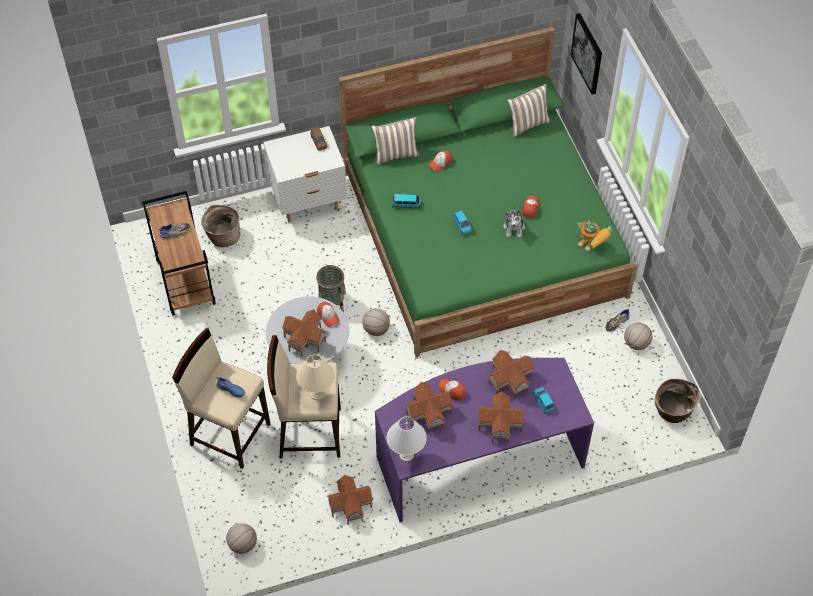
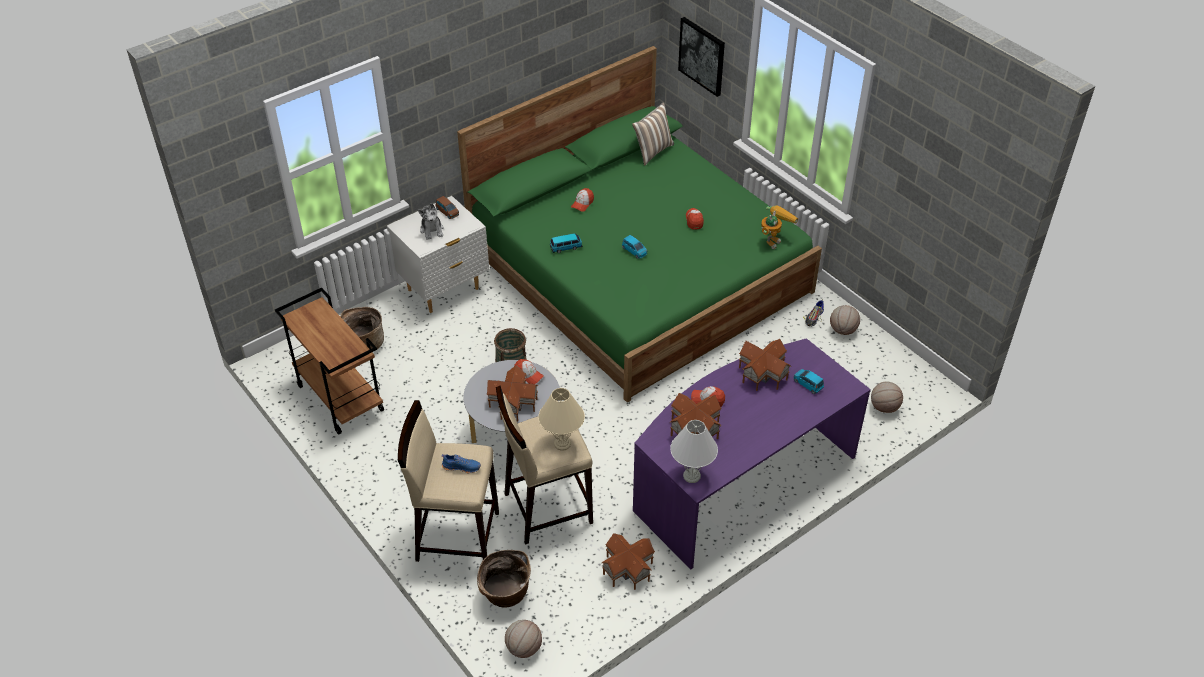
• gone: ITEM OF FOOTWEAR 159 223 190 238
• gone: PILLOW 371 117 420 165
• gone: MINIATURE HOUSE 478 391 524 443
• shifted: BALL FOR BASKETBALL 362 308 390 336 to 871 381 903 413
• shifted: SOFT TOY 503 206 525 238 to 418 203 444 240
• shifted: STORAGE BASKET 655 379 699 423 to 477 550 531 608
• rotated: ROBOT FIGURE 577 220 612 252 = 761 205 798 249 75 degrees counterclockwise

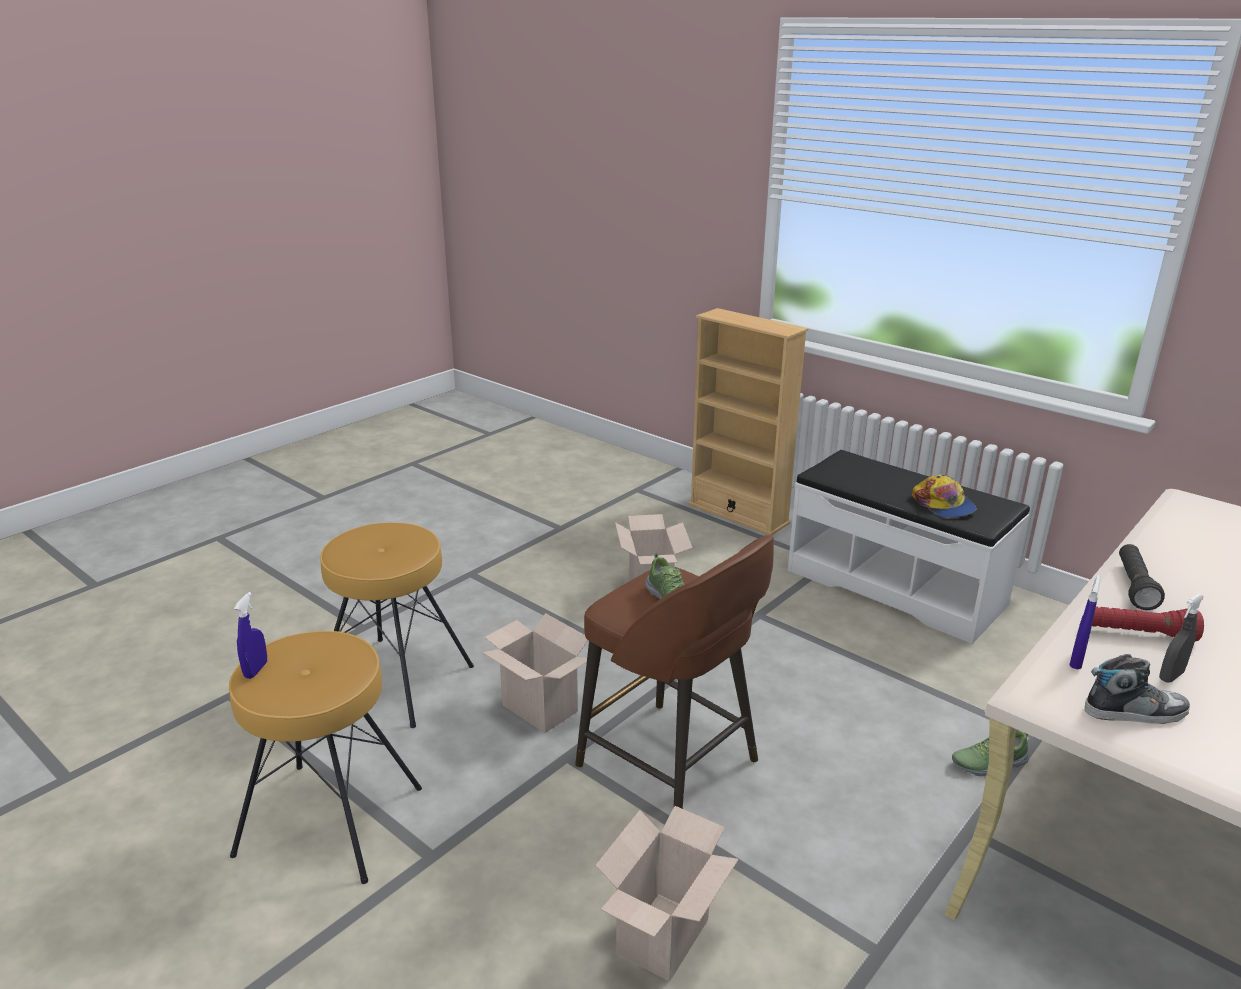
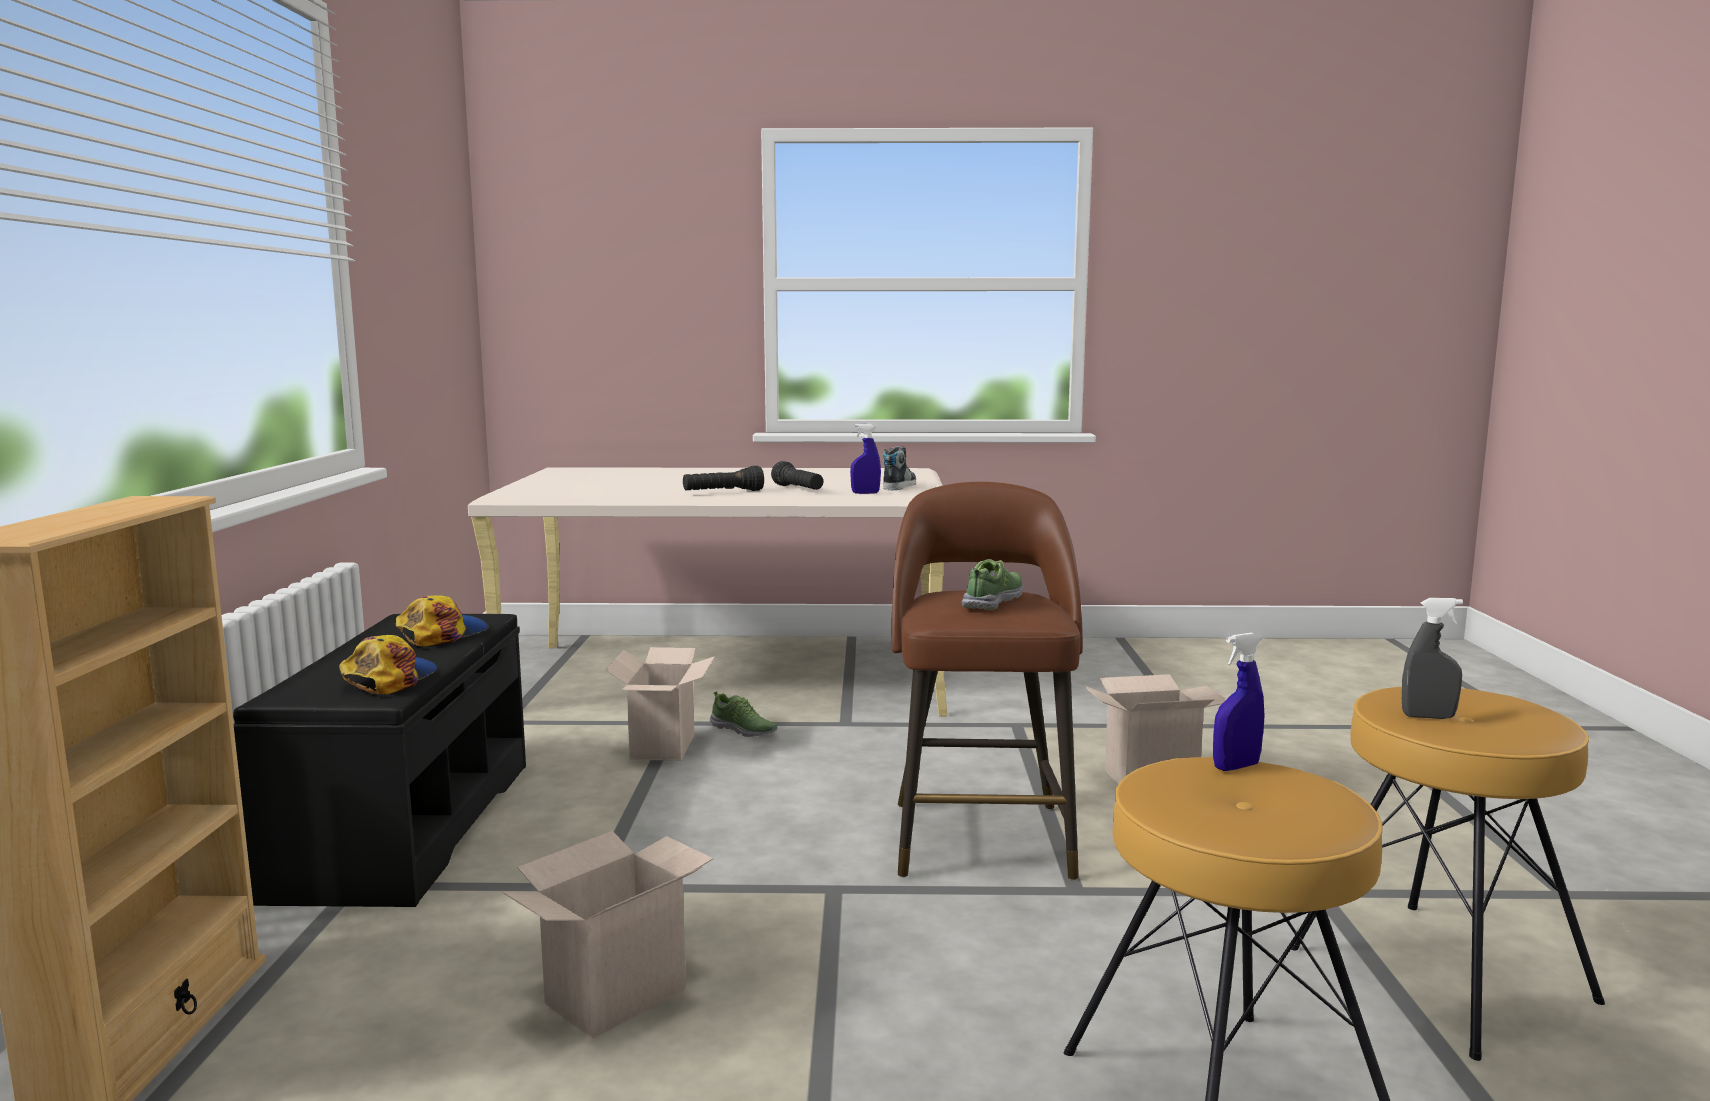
• new: BASEBALL CAP 339 635 438 694
• shifted: BLUE-COLOURED SPRAYER 234 592 267 679 to 1213 633 1264 771
• shifted: PACKING BOX 482 613 588 733 to 605 647 715 761
• shifted: GREYISH SPRAYER 1159 594 1204 683 to 1402 598 1463 719
• repainted: WHITISH BENCH 788 450 1030 644 to BLACK BENCH 233 614 526 907
• repainted: RED FLASHLIGHT 1092 606 1204 641 to BLACK FLASHLIGHT 771 461 823 490
• rotated: ITEM OF FOOTWEAR 1084 654 1190 724 = 883 446 916 490 60 degrees clockwise

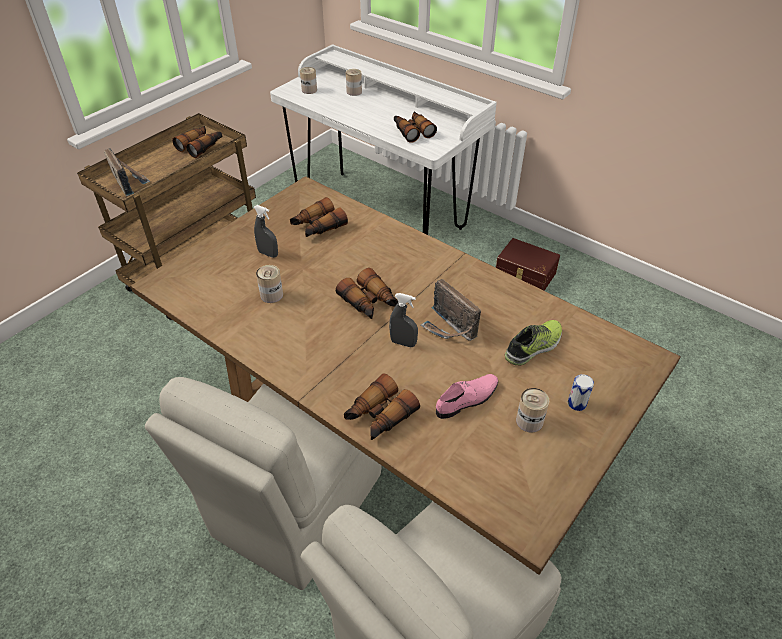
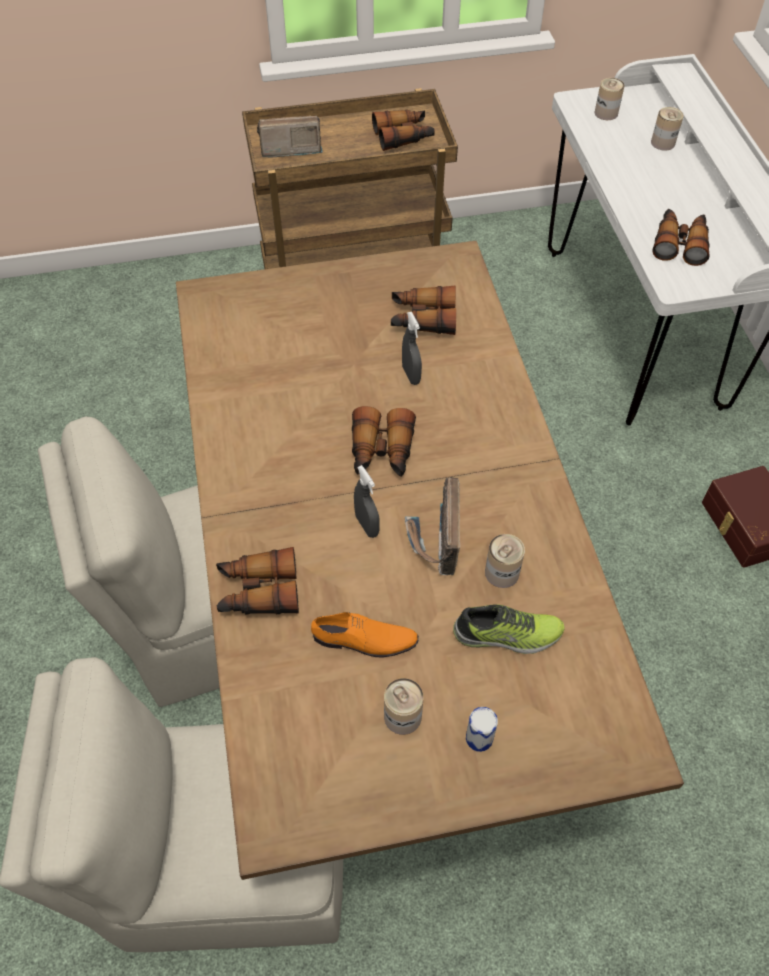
• shifted: GREYISH SPRAYER 253 205 278 258 to 402 312 422 385
• shifted: METAL CAN 256 265 283 303 to 485 534 525 588
• repainted: PINK ITEM OF FOOTWEAR 436 374 498 419 to ORANGE-COLOURED ITEM OF FOOTWEAR 311 612 419 657
• rotated: RADIO RECEIVER 104 148 150 196 = 257 116 323 157 105 degrees counterclockwise

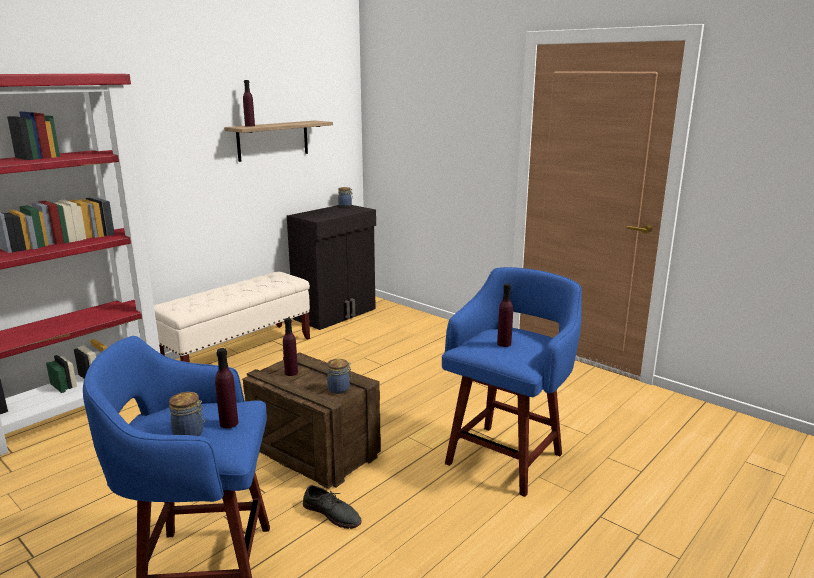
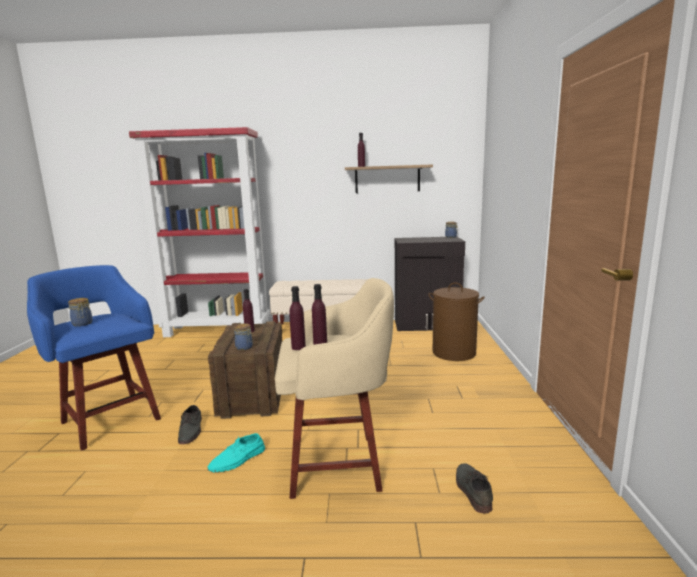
• new: TURQUOISE ITEM OF FOOTWEAR 208 433 265 473
• new: BROWN-COLOURED WASHING BASKET 429 282 485 361
• new: GREYISH ITEM OF FOOTWEAR 456 463 493 514
• shifted: PURPLE-COLOURED BOTTLE 215 348 238 428 to 289 286 306 350
• repainted: BLUE-COLOURED SITTING STOOL 442 267 582 497 to BEIGE SITTING STOOL 275 278 394 499

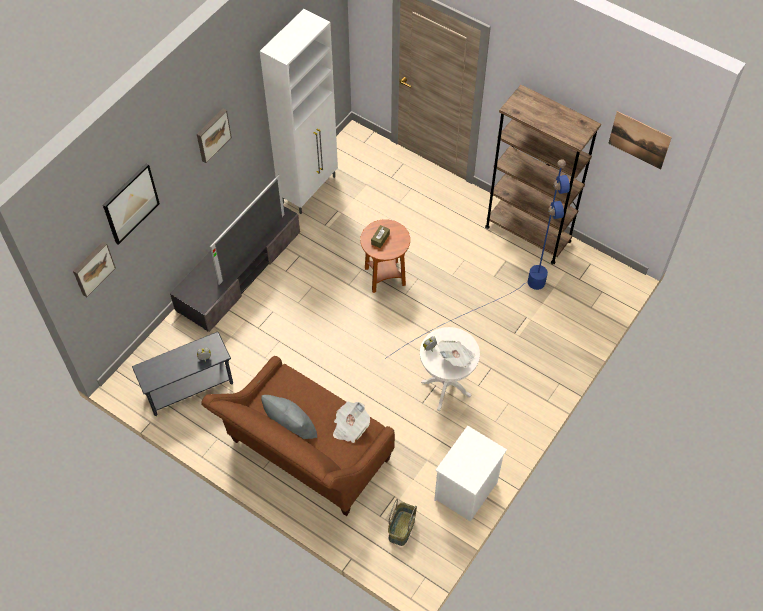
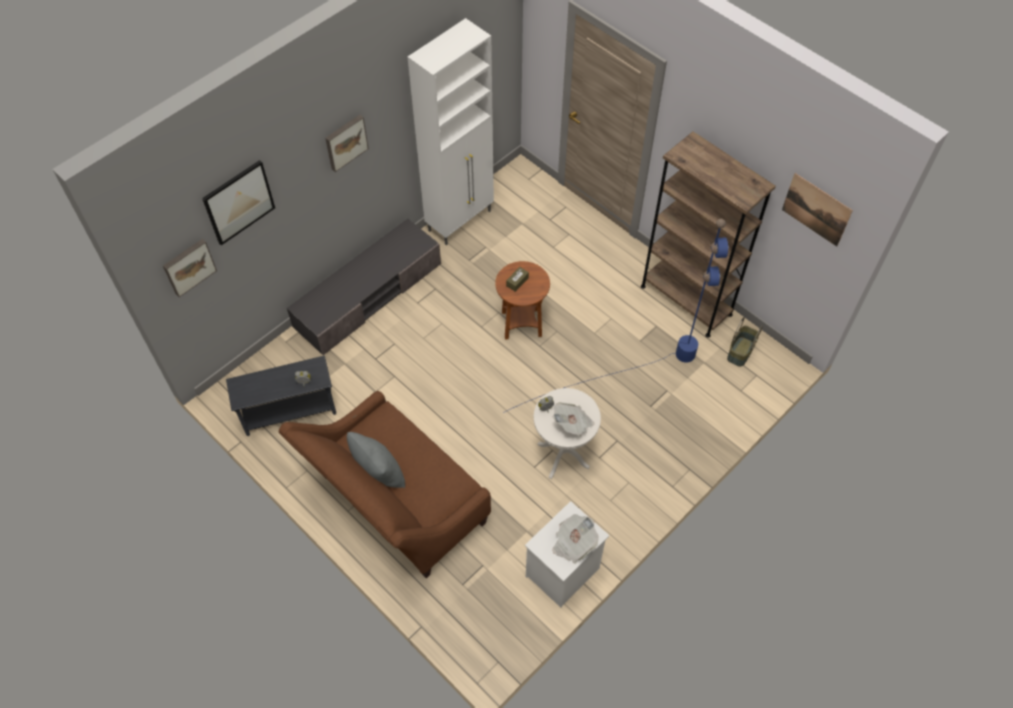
• gone: TV SET 210 175 284 285
• shifted: PRINTED PAPER 333 402 370 443 to 552 514 599 564
• shifted: STORAGE BASKET 388 499 417 546 to 727 317 763 367

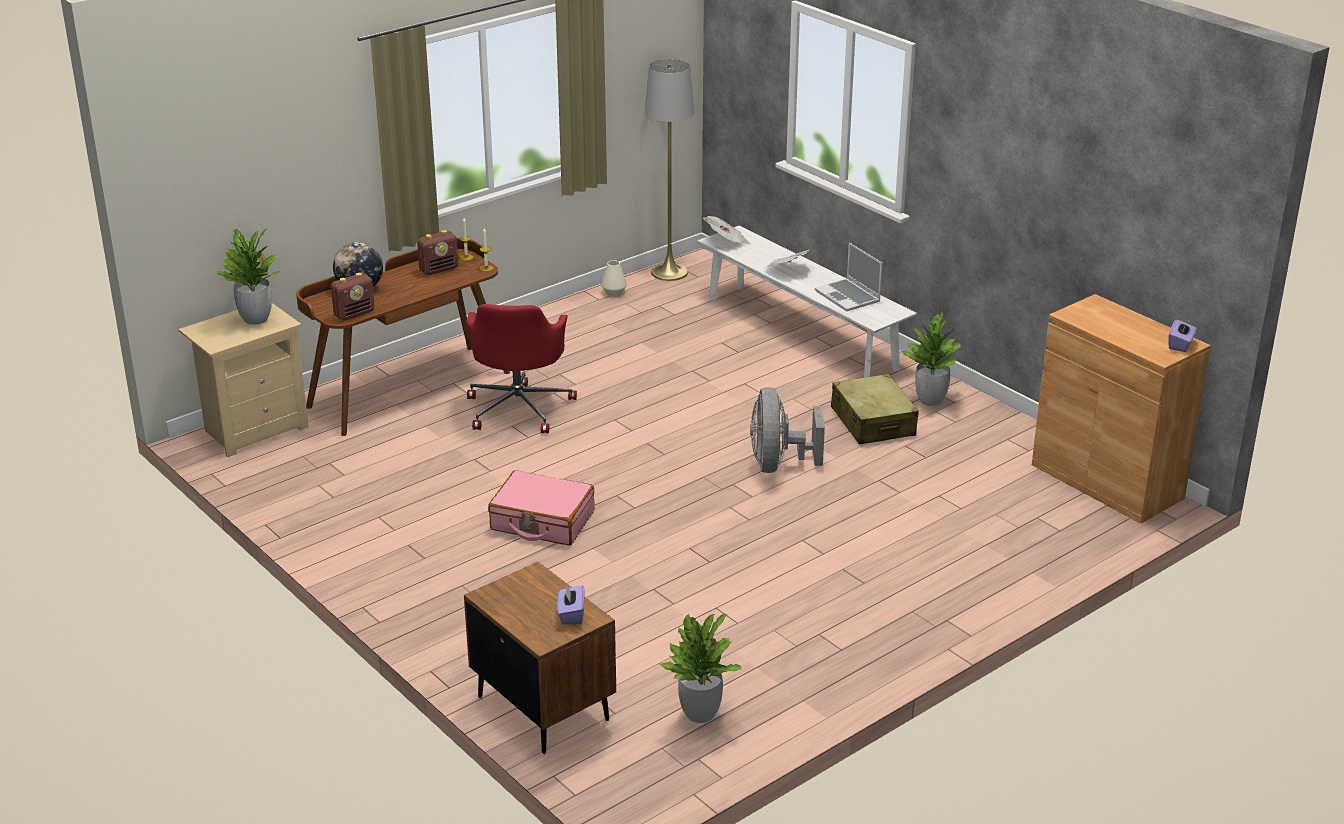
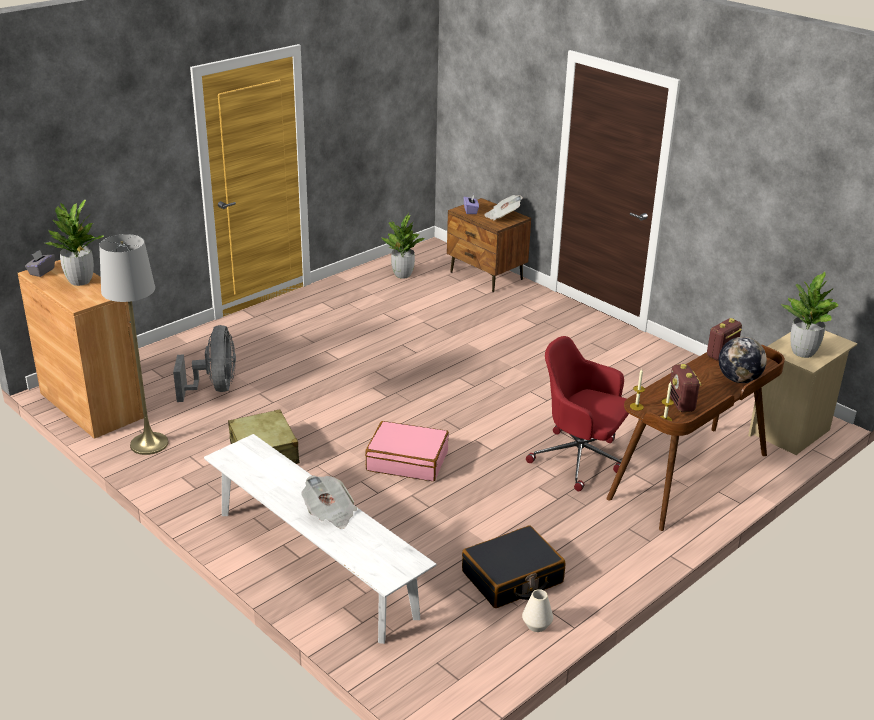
• gone: LAPTOP 815 242 882 311
• new: BLACK PIECE OF LUGGAGE 462 526 565 608
• shifted: PINK PIECE OF LUGGAGE 488 470 595 545 to 365 421 449 481
• shifted: GREYISH STANDARD LAMP 645 59 694 281 to 99 234 169 455
• shifted: PRINTED PAPER 703 216 750 244 to 484 195 523 220
• shifted: GREYISH COOLING FAN 750 387 825 473 to 173 325 236 402
• shifted: PLANT IN A POT 901 311 961 406 to 45 200 104 286
• repainted: PURPLE-COLOURED TISSUE BOX 1168 319 1196 352 to GREYISH TISSUE BOX 25 250 55 277
• rotated: RADIO RECEIVER 417 230 459 275 = 670 364 702 412 60 degrees counterclockwise
• rotated: RED COMPUTER CHAIR 467 304 577 433 = 526 336 629 491 60 degrees counterclockwise

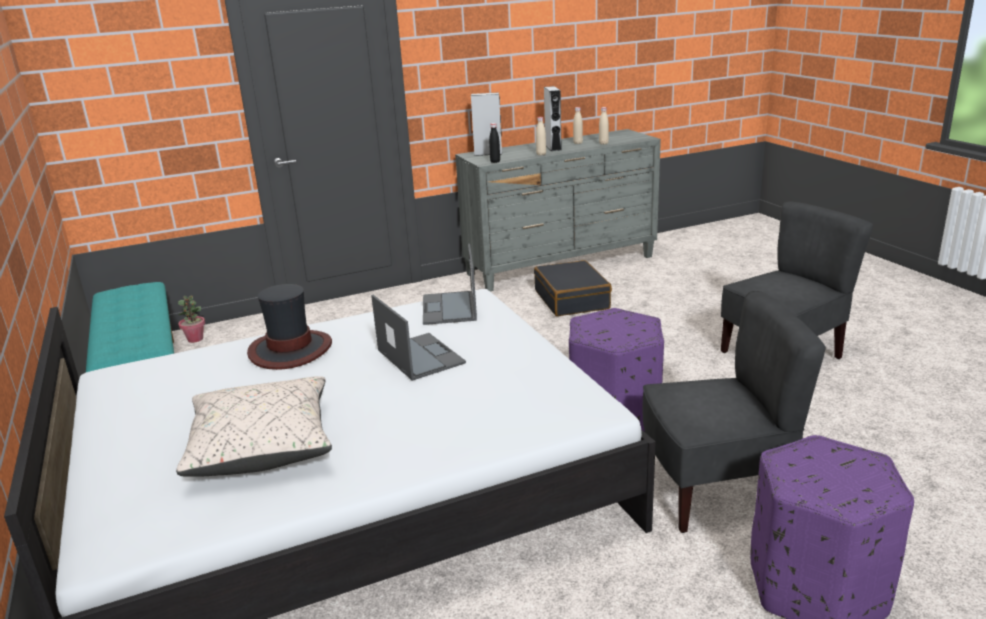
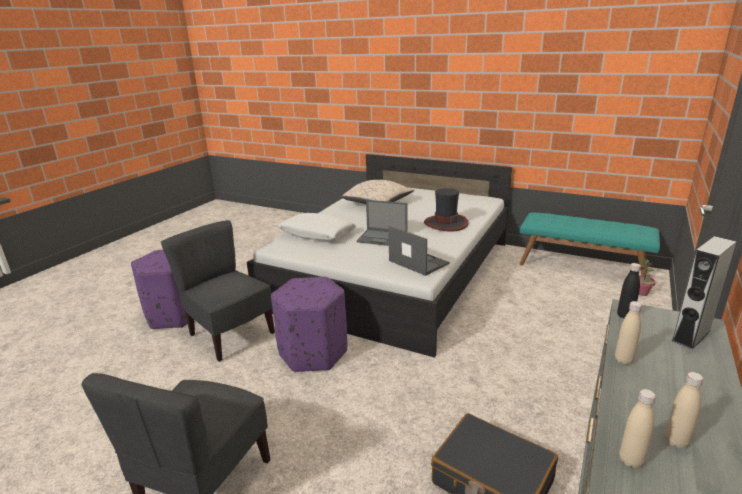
• gone: GREYISH AUDIO SPEAKER 544 86 562 151
• new: WHITISH PILLOW 278 213 356 241
• rotated: GREYISH CHAIR 642 291 826 533 = 161 220 275 362 90 degrees clockwise

